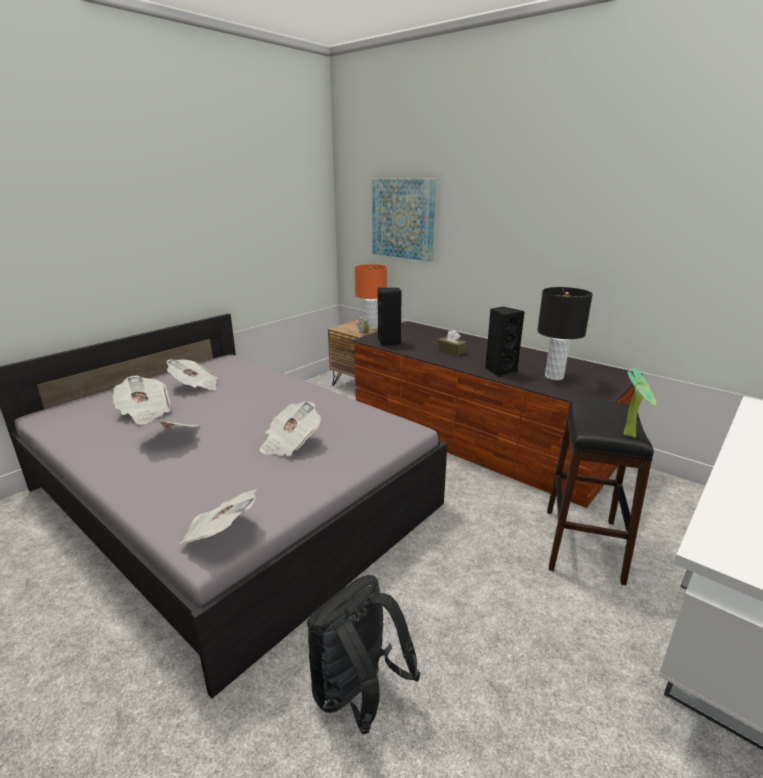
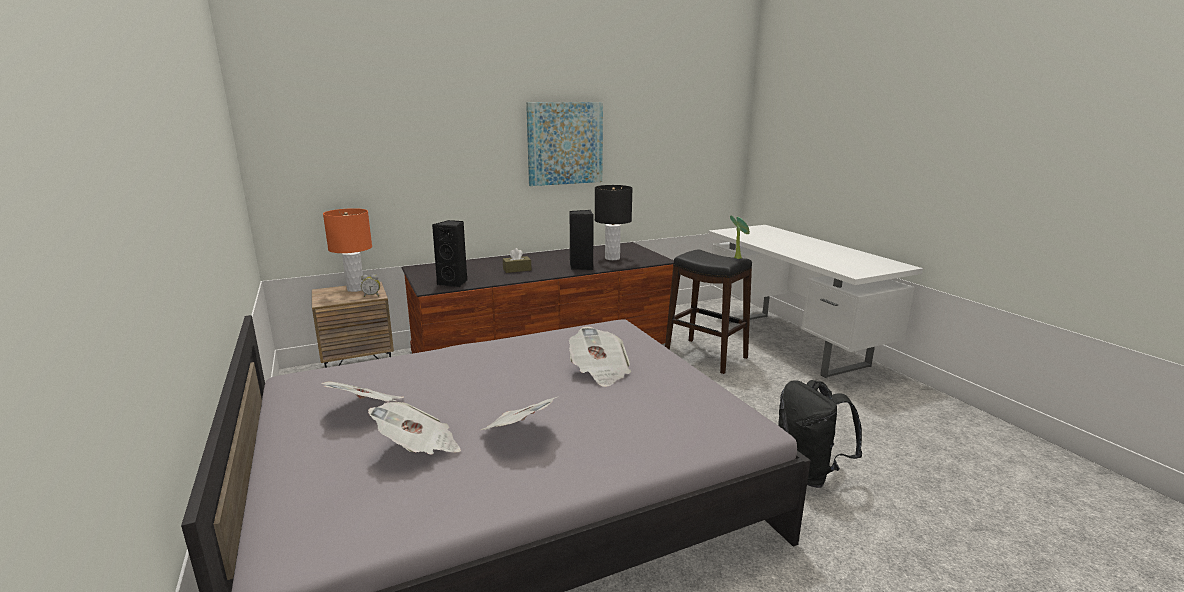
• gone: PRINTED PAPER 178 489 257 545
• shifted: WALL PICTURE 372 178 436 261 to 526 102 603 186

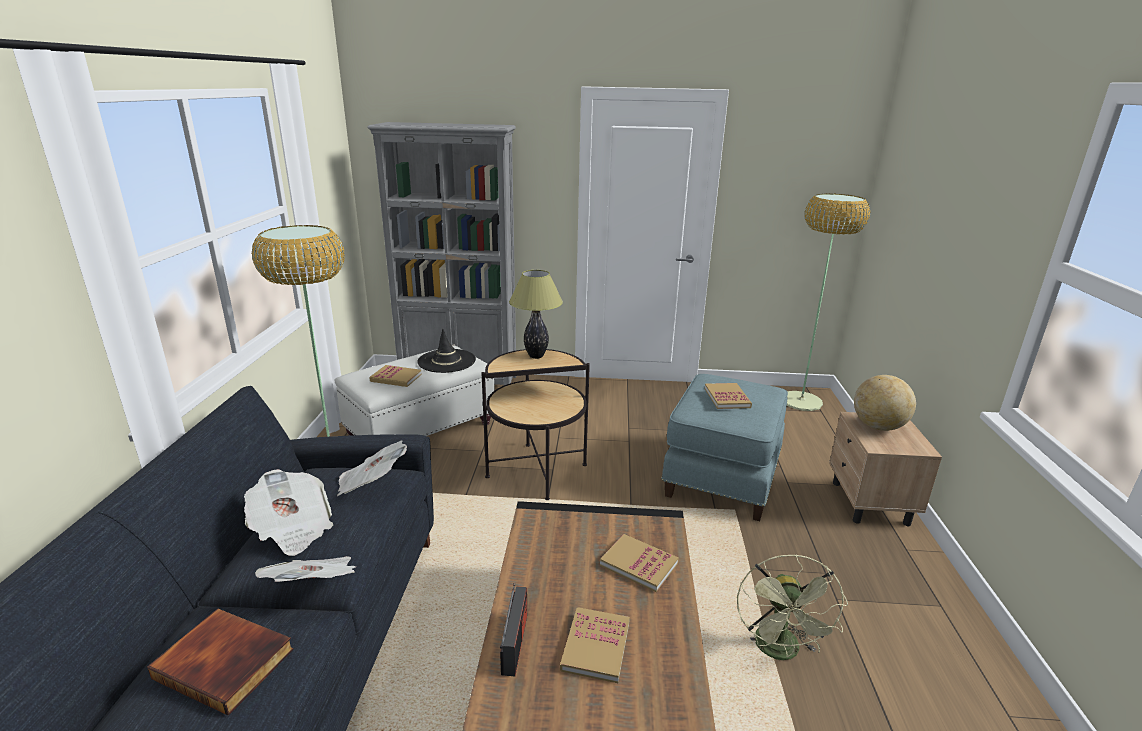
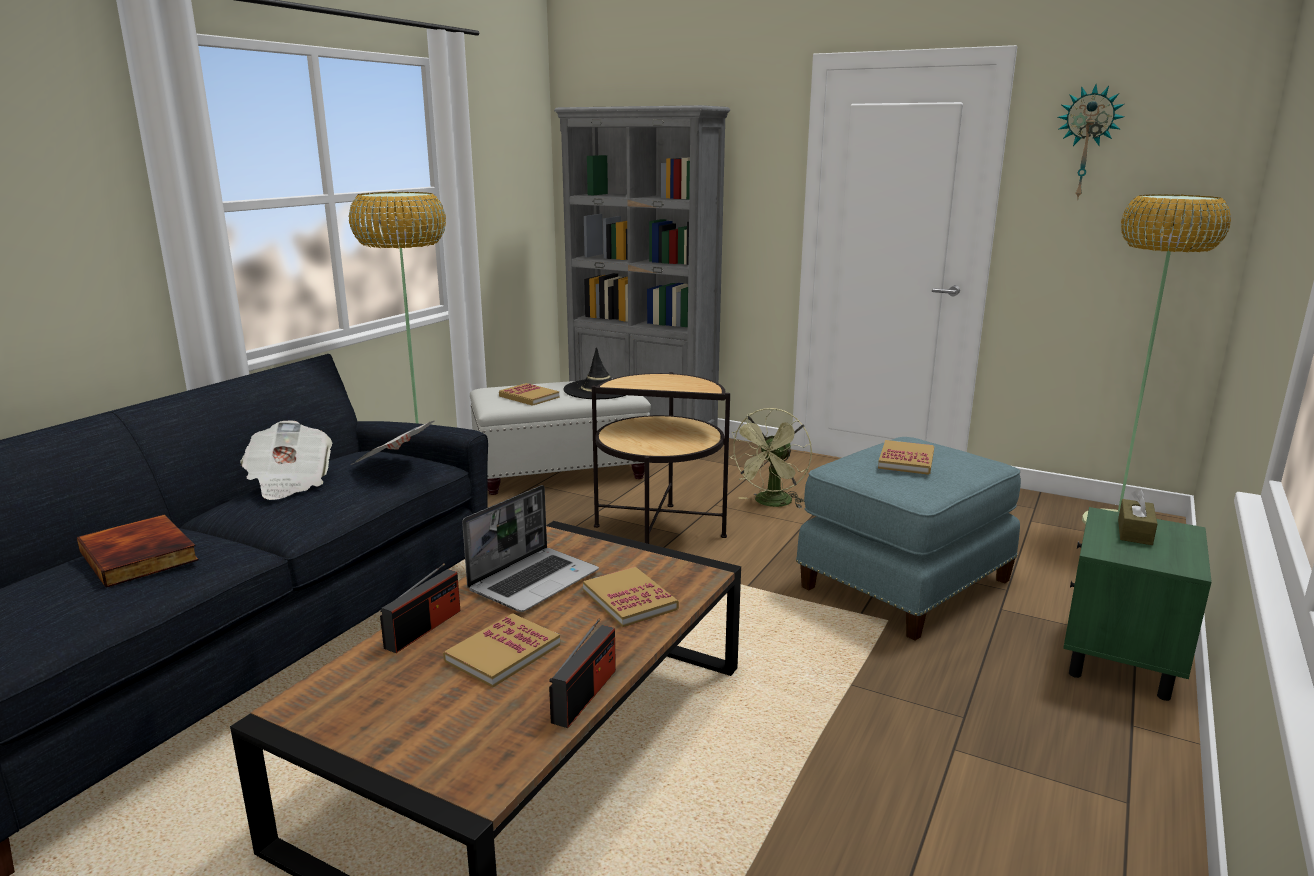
• gone: PRINTED PAPER 255 556 356 582
• gone: TABLETOP LAMP 509 270 563 359
• new: LAPTOP 462 485 599 612
• new: RADIO RECEIVER 549 619 616 728
• new: WALL CLOCK 1058 84 1125 200
• shifted: GREEN COOLING FAN 737 554 848 660 to 728 408 812 508
• swapped: WORLD GLOBE 854 375 916 431 to BROWN-COLOURED TISSUE BOX 1118 489 1157 545
• repainted: BEIGE NIGHT TABLE 829 412 942 526 to GREEN NIGHT TABLE 1063 507 1212 701

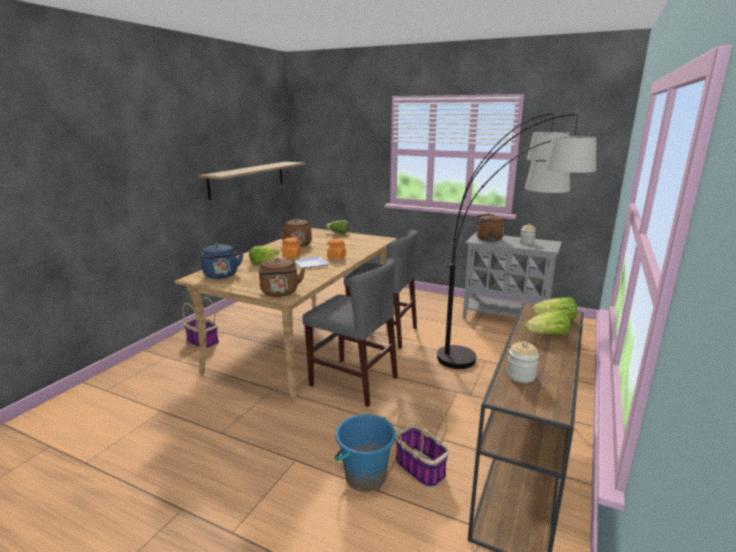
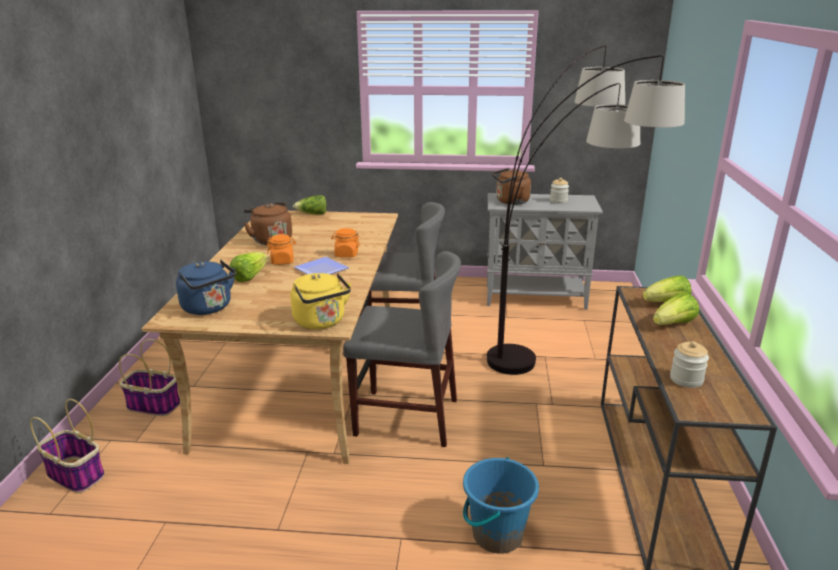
• gone: BRACKET SHELF 199 162 305 200
• shifted: STORAGE BASKET 396 401 449 488 to 30 399 105 493
• repainted: BROWN-COLOURED KETTLE 259 257 305 297 to YELLOW KETTLE 290 273 352 329

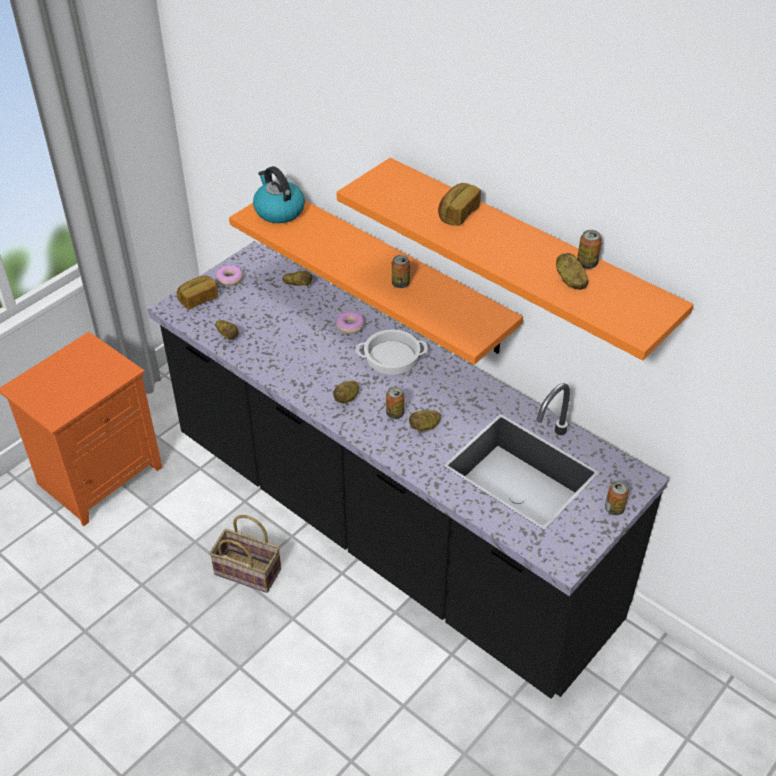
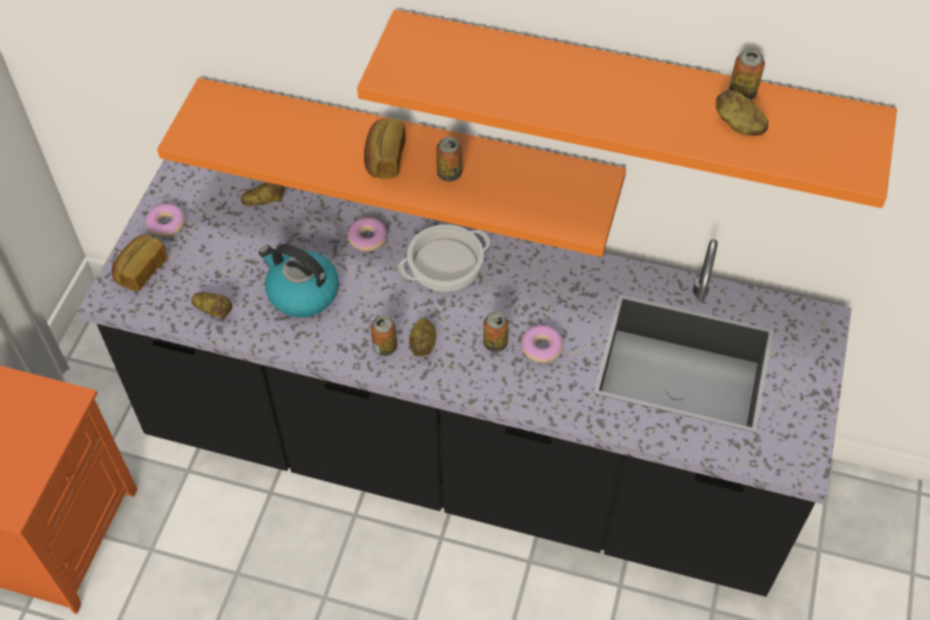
• gone: STORAGE BASKET 209 515 281 593
• shifted: KETTLE 253 166 305 223 to 259 244 339 318
• shifted: BAKERY BREAD 438 183 481 226 to 364 119 406 179
• shifted: METAL CAN 605 481 629 515 to 371 315 397 356
• swapped: SPUD 409 410 441 431 to DONUT 521 325 563 363

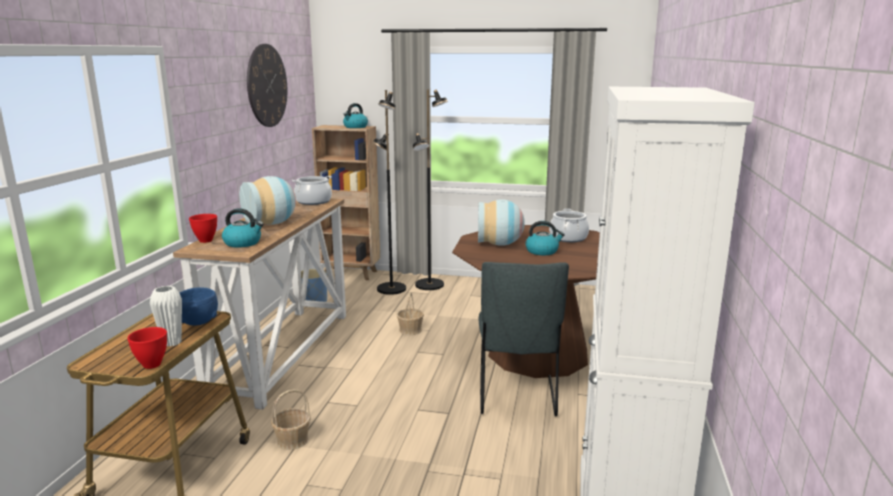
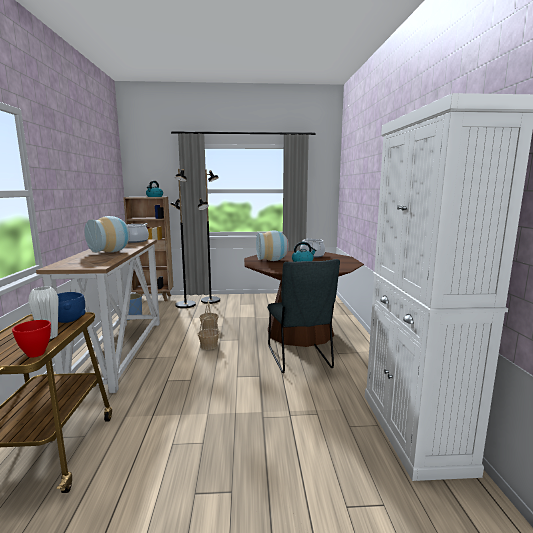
• gone: RED SERVING BOWL 189 214 217 243
• gone: KETTLE 222 208 263 248
• gone: WALL CLOCK 247 44 287 127
• shifted: STORAGE BASKET 271 389 311 450 to 198 316 219 350

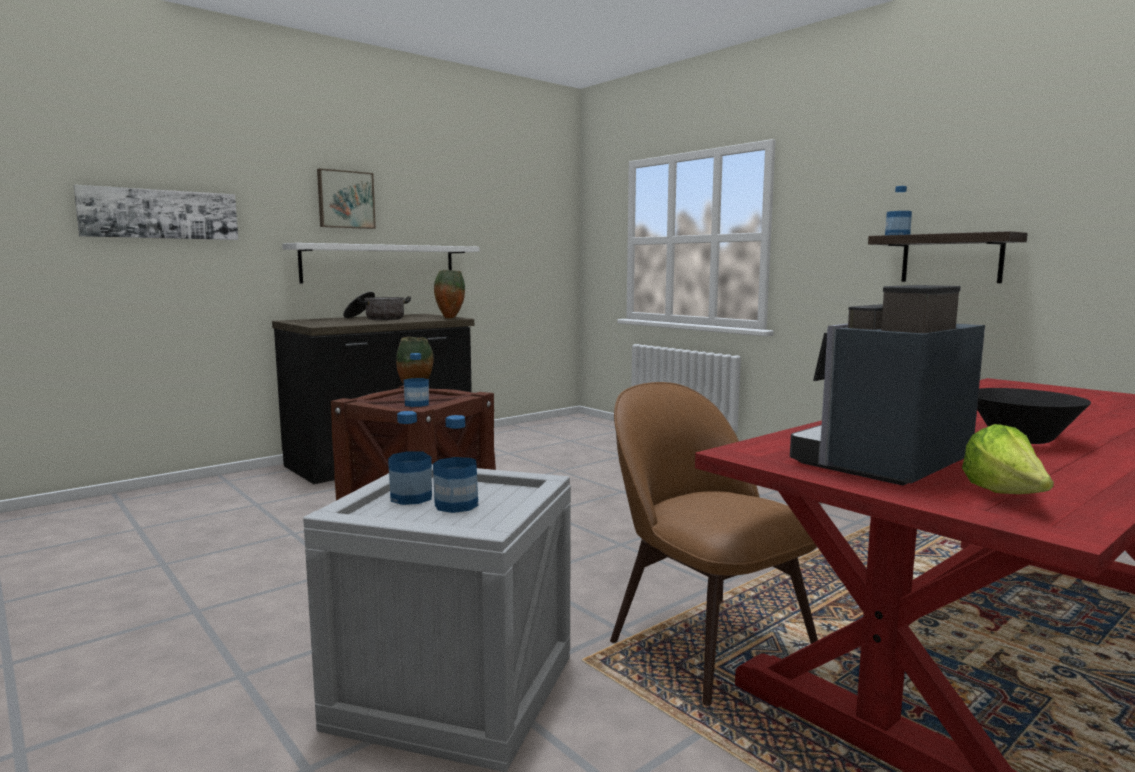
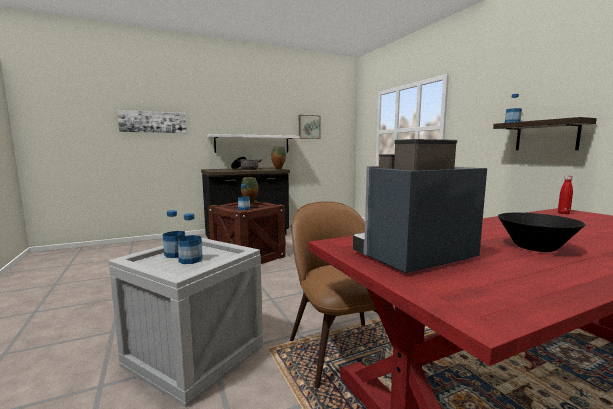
• gone: HEAD OF LETTUCE 962 424 1054 494
• new: RED BOTTLE 558 176 573 214
• shifted: WALL PICTURE 317 168 376 229 to 299 115 321 139

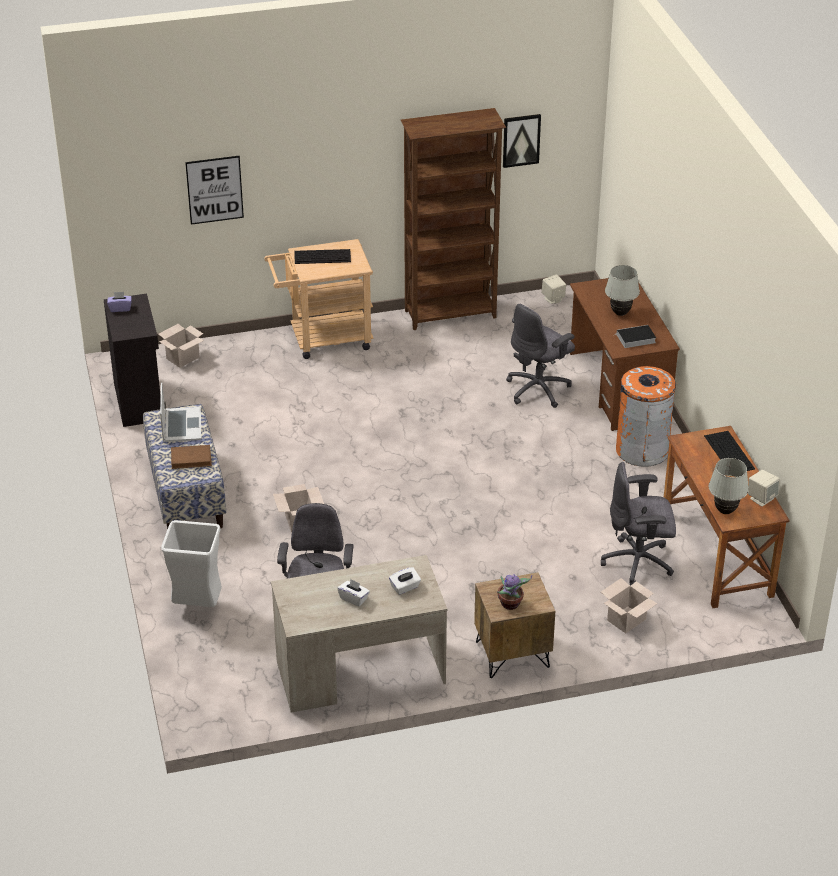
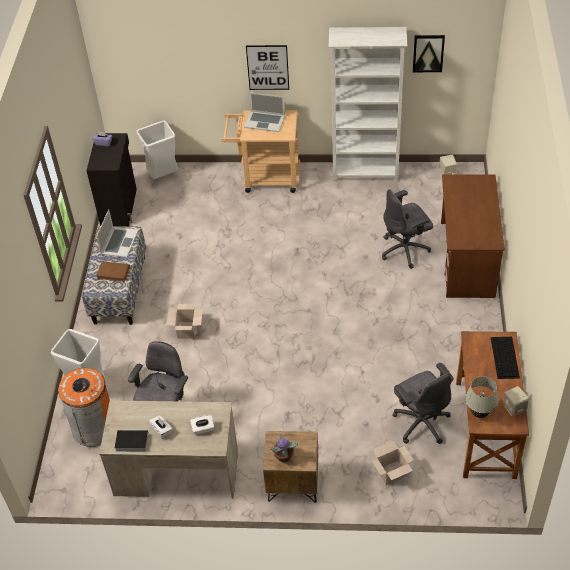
• gone: WHITISH TABLETOP LAMP 605 265 640 316
• shifted: WALL PICTURE 185 156 244 225 to 246 45 289 90
• shifted: BOUND BOOK 614 325 656 348 to 113 430 149 452
• shifted: ORANGE-COLOURED WASTE BIN 616 366 678 467 to 58 368 110 447
• swapped: PACKING BOX 159 324 204 368 to WHITISH WASTE BIN 137 121 178 179
• swapped: COMPUTER KEYBOARD 295 249 351 264 to LAPTOP 244 92 285 132
• repainted: BROWN-COLOURED BOOKSHELF 401 108 506 330 to WHITISH BOOKSHELF 329 27 407 182
• rotated: GREYISH COMPUTER CHAIR 601 462 676 586 = 392 363 454 444 135 degrees counterclockwise

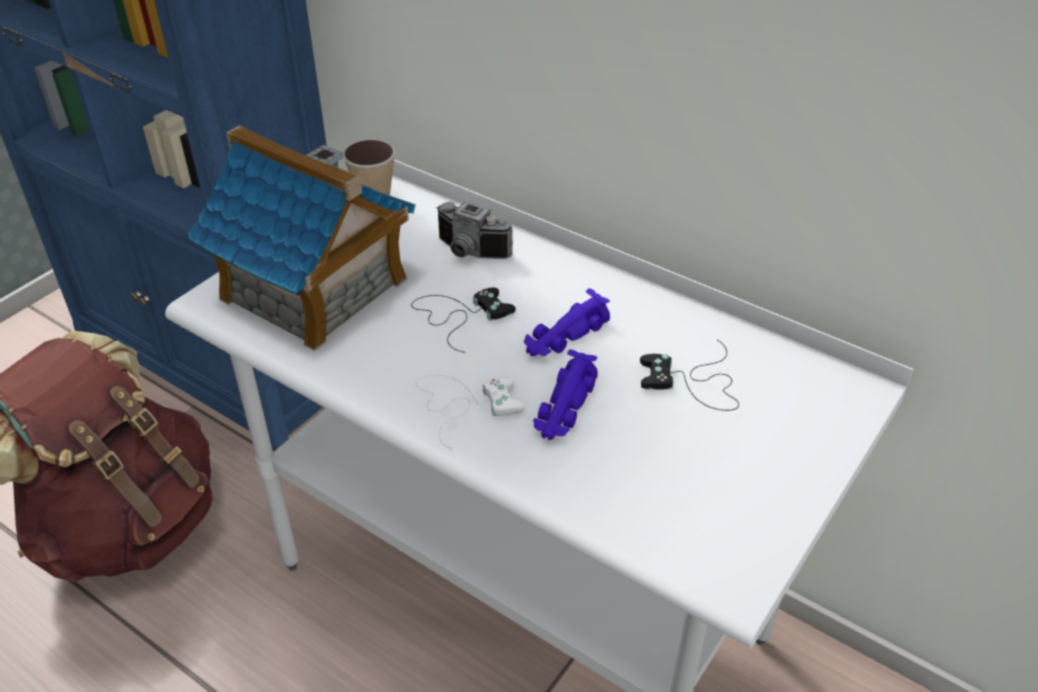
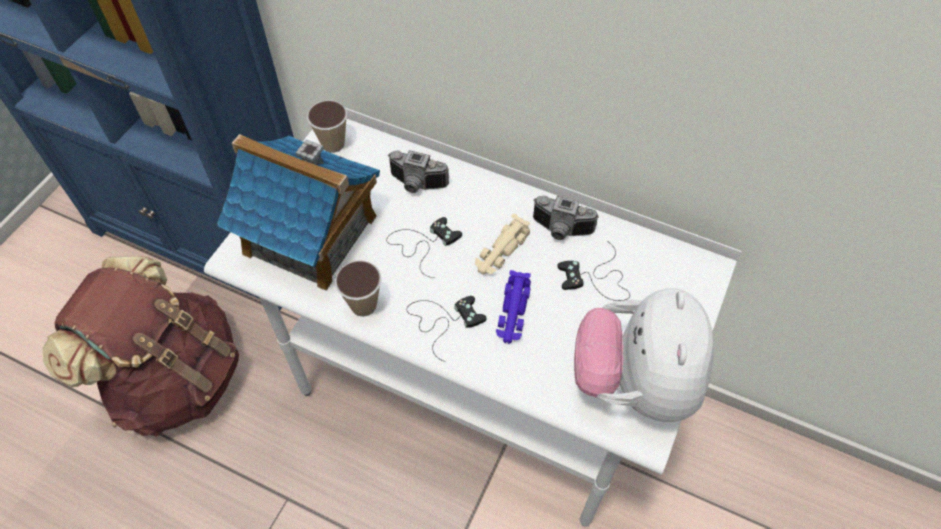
• new: CUP 334 260 382 317
• new: PHOTO CAMERA 533 196 599 240
• new: SOFT TOY 574 288 714 422
• repainted: WHITISH JOYPAD 416 375 525 450 to BLACK JOYPAD 407 296 487 362
• repainted: PURPLE-COLOURED TOY CAR 524 288 610 356 to BEIGE TOY CAR 475 214 530 274

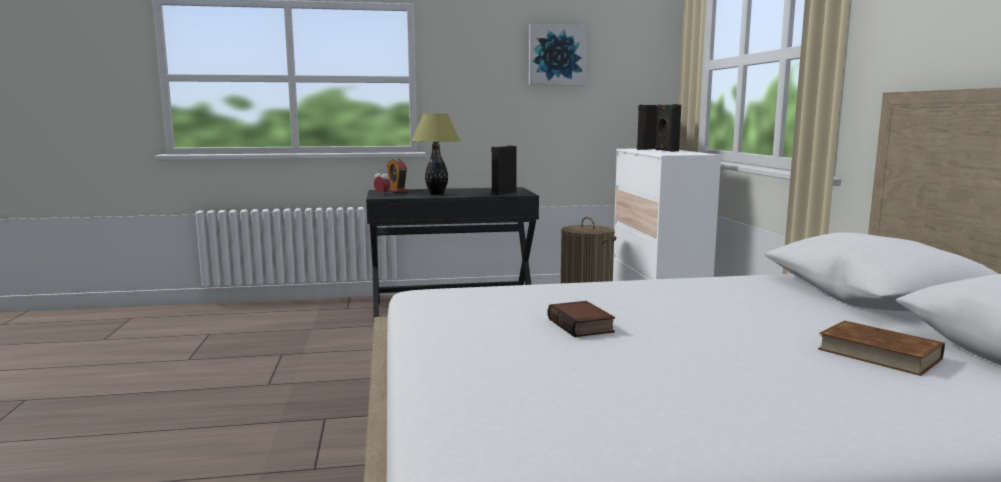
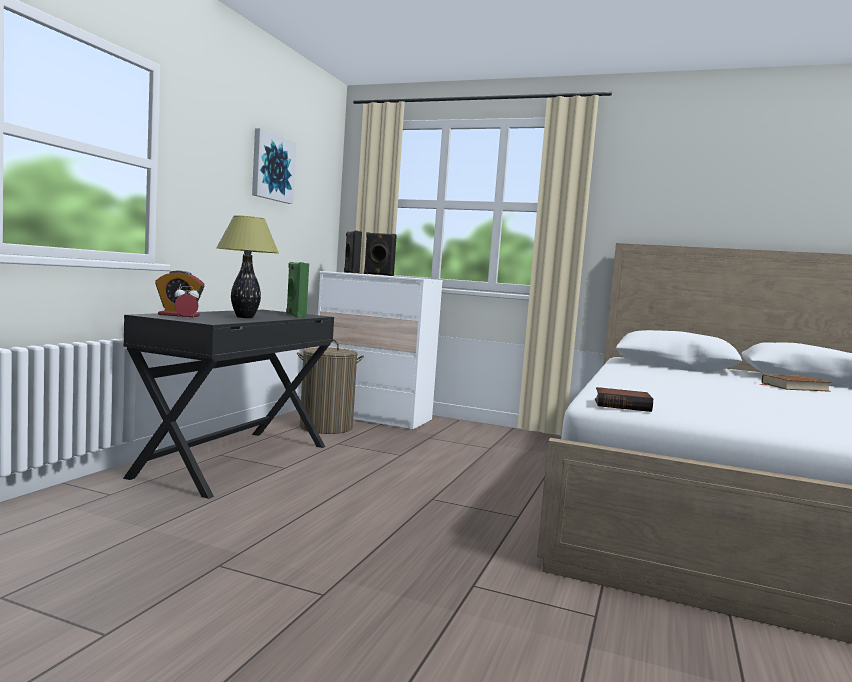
• shifted: BOUND BOOK 548 301 615 337 to 595 387 653 412
• repainted: BLACK AUDIO SPEAKER 491 145 517 195 to GREEN AUDIO SPEAKER 286 262 309 317

